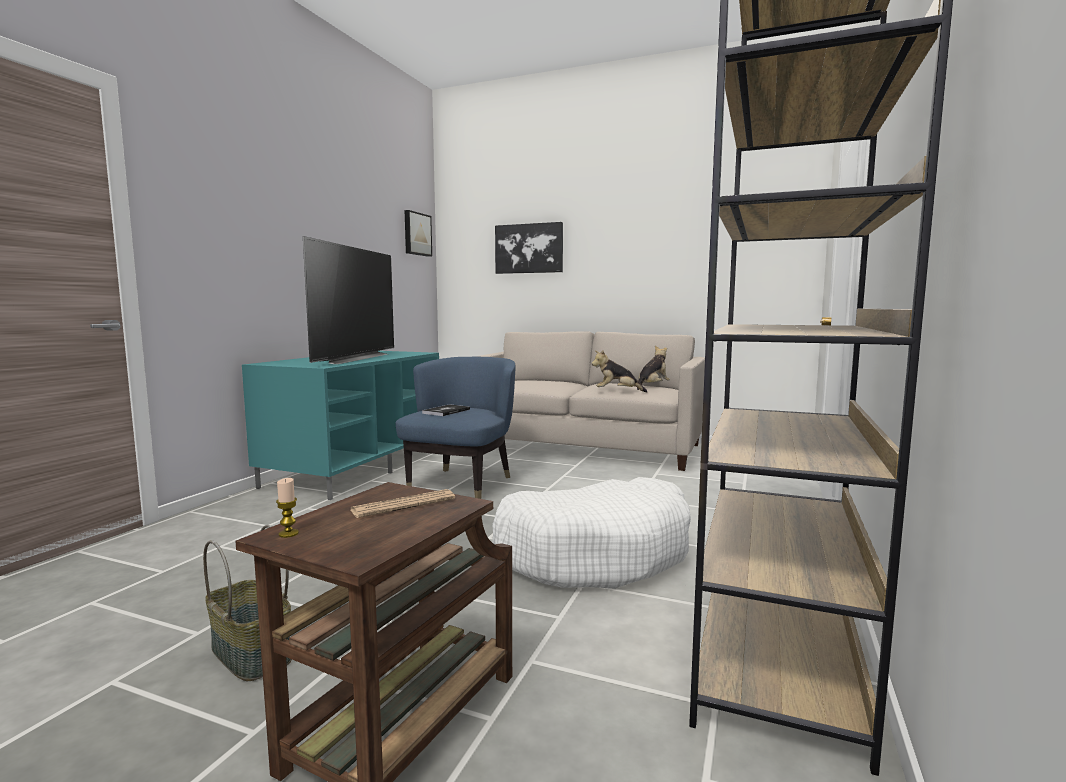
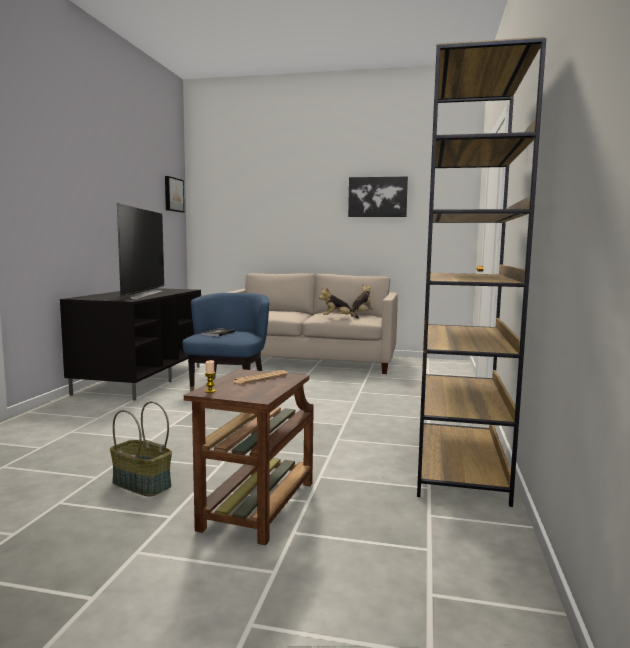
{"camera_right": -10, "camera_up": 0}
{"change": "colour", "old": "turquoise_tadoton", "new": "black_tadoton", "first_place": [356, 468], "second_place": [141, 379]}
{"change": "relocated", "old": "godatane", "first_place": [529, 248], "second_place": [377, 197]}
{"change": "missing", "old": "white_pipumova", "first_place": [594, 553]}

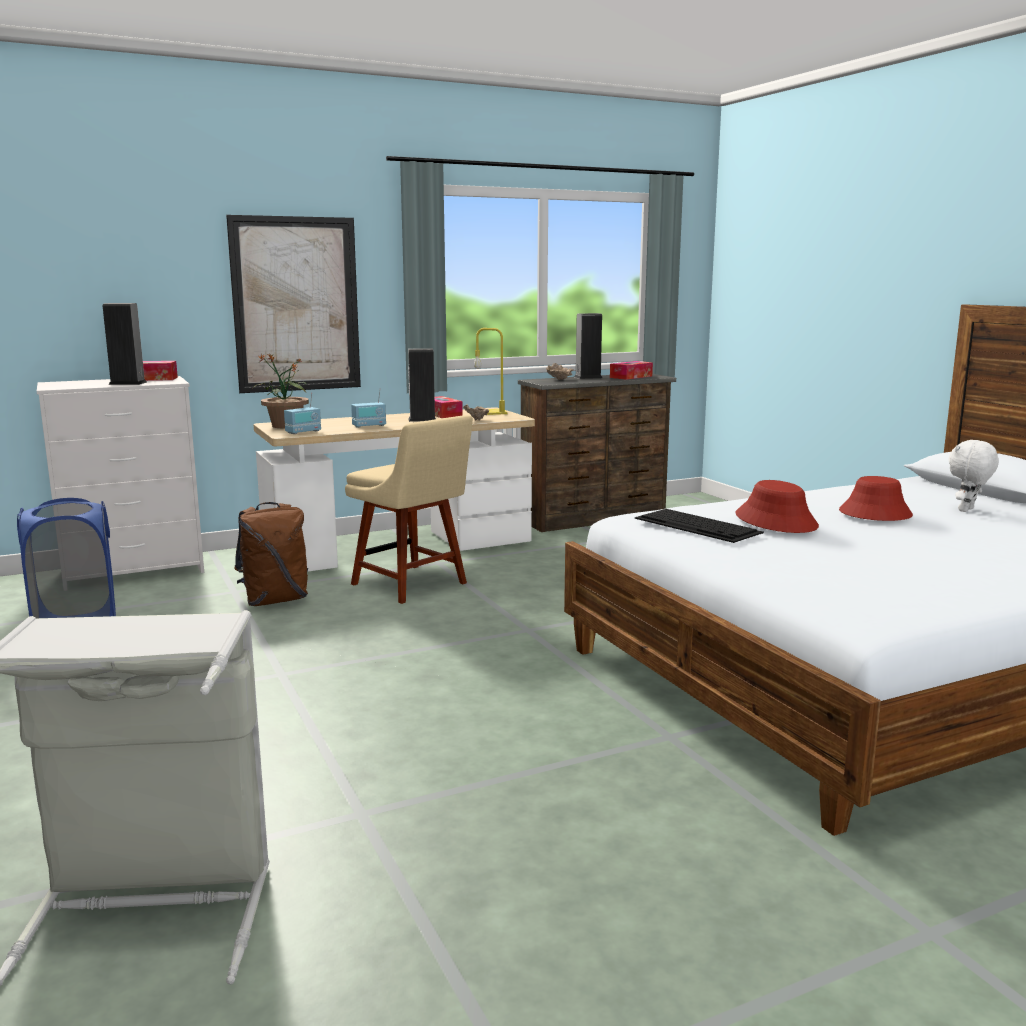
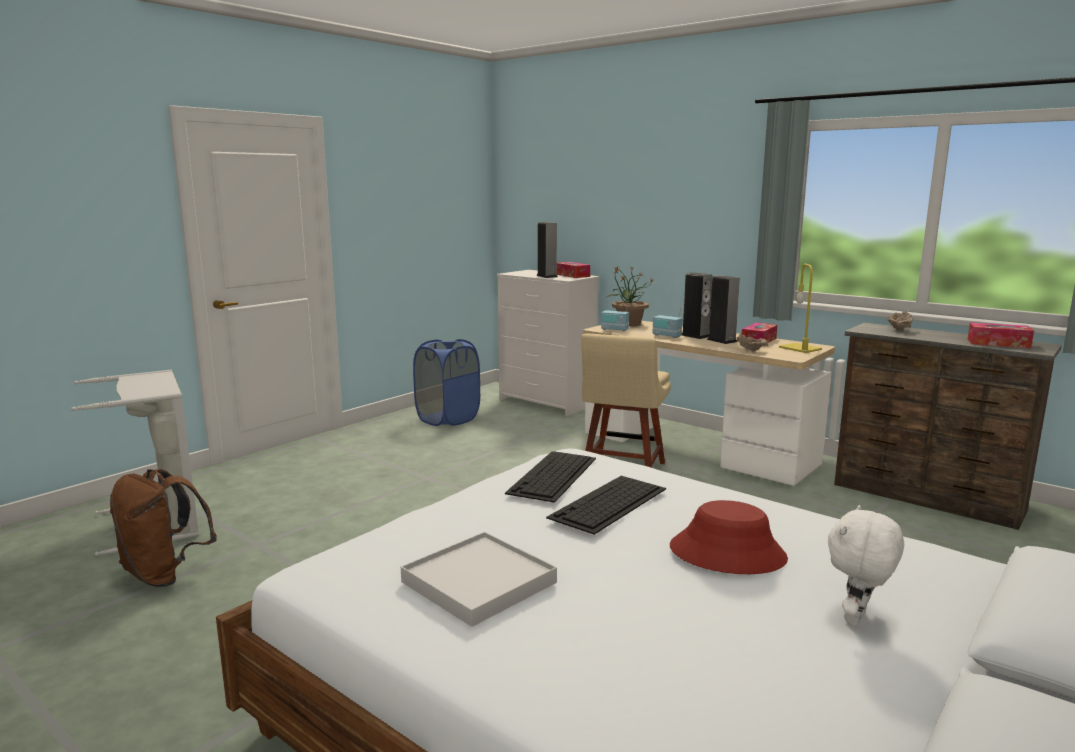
{"camera_right": 65, "camera_up": 0}
{"change": "relocated", "old": "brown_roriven", "first_place": [275, 600], "second_place": [165, 574]}
{"change": "appeared", "new": "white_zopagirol", "second_place": [479, 582]}
{"change": "exchanged", "old": "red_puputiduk", "new": "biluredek", "first_place": [776, 521], "second_place": [608, 503]}
{"change": "relocated", "old": "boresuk", "first_place": [588, 377], "second_place": [695, 336]}
{"change": "spun", "old": "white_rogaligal", "first_place": [967, 510], "second_place": [857, 618], "degrees": -75}
{"change": "missing", "old": "godatane", "first_place": [296, 305]}

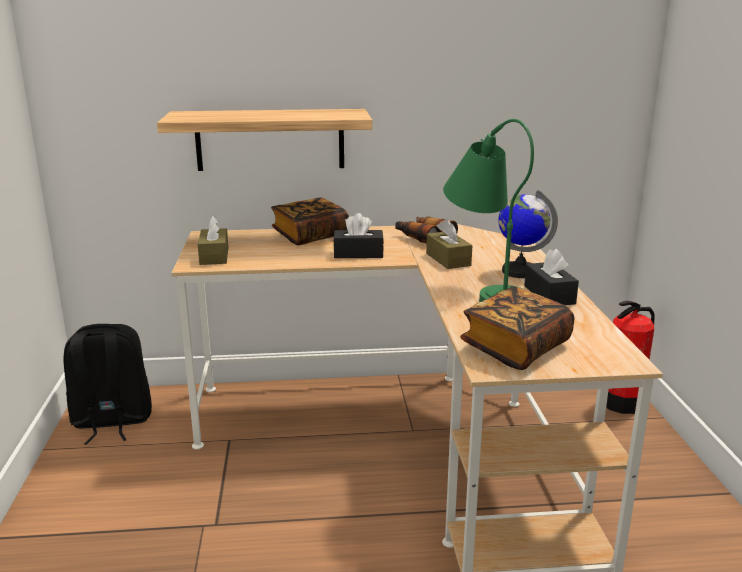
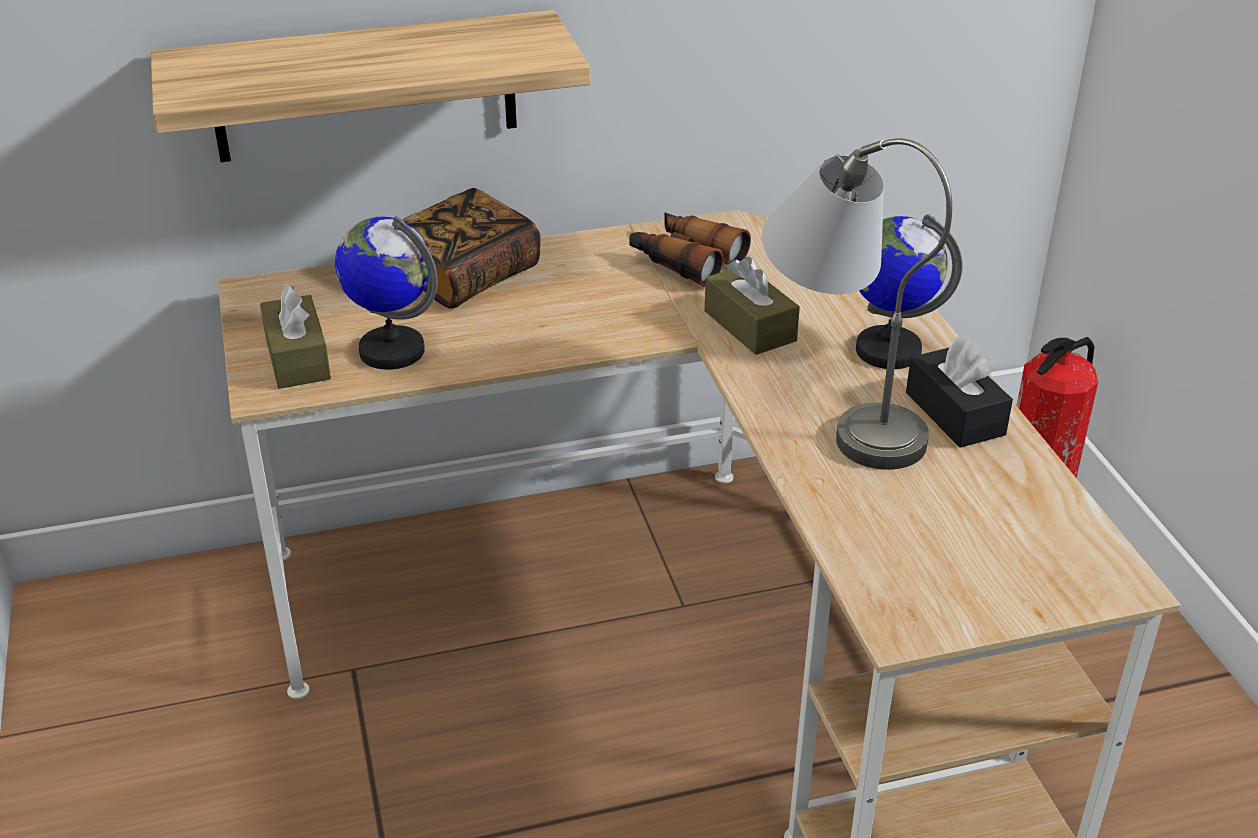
{"camera_right": -10, "camera_up": 15}
{"change": "appeared", "new": "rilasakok", "second_place": [392, 350]}
{"change": "colour", "old": "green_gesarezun", "new": "grey_gesarezun", "first_place": [484, 290], "second_place": [838, 411]}
{"change": "missing", "old": "black_roriven", "first_place": [111, 421]}
{"change": "missing", "old": "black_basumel", "first_place": [358, 254]}
{"change": "missing", "old": "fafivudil", "first_place": [515, 348]}

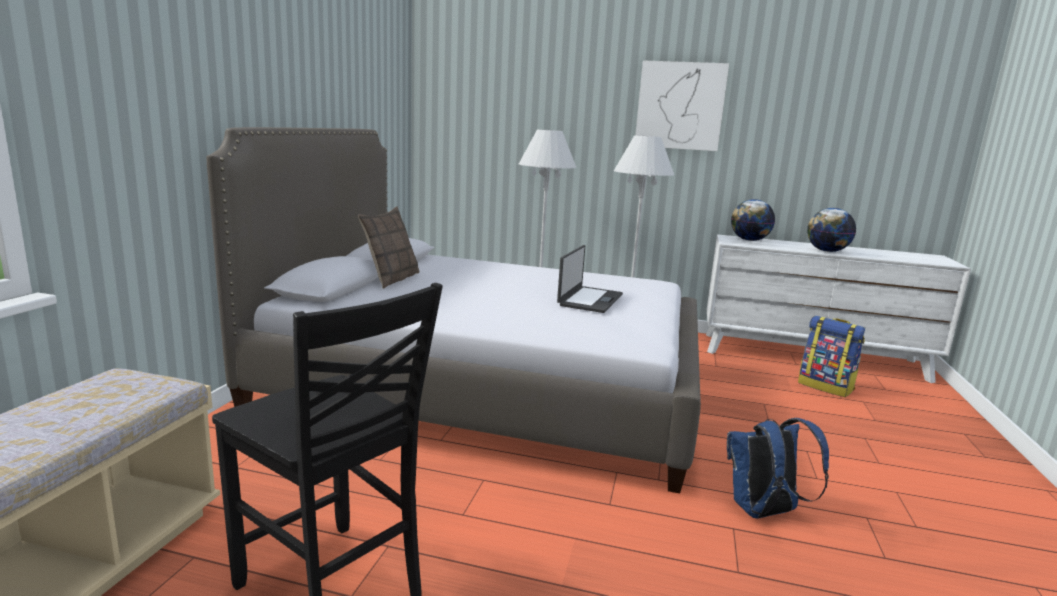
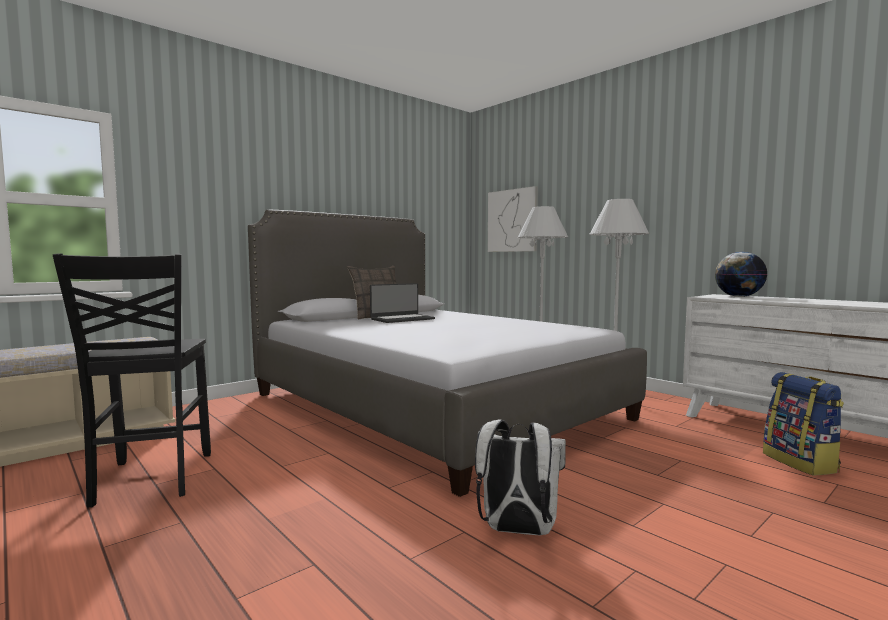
{"camera_right": 35, "camera_up": -10}
{"change": "relocated", "old": "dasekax", "first_place": [589, 300], "second_place": [402, 319]}
{"change": "colour", "old": "blue_roriven", "new": "white_roriven", "first_place": [763, 512], "second_place": [516, 531]}
{"change": "relocated", "old": "godatane", "first_place": [680, 106], "second_place": [512, 220]}
{"change": "missing", "old": "rilasakok", "first_place": [826, 251]}

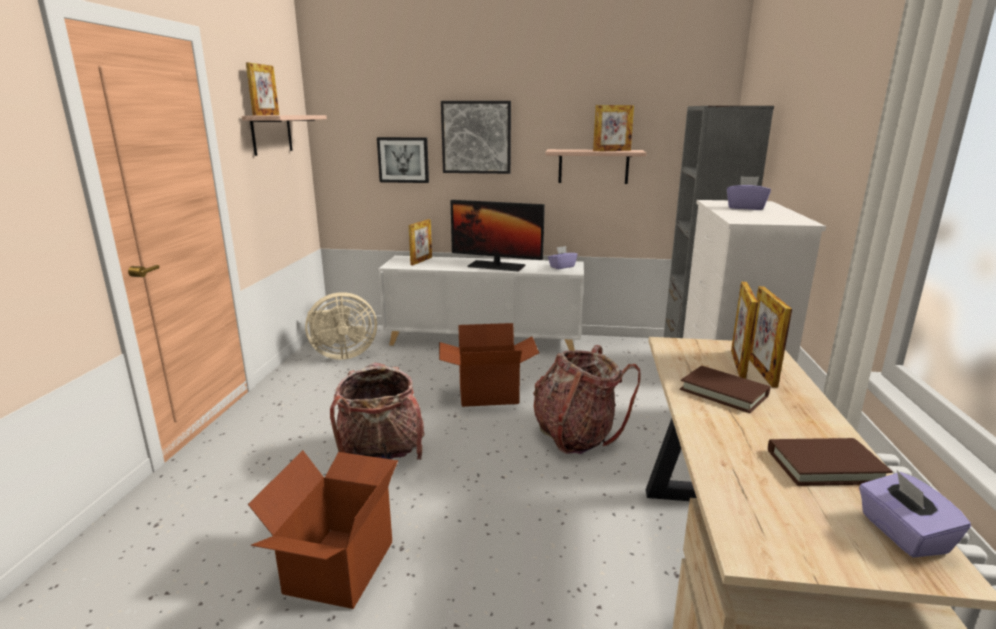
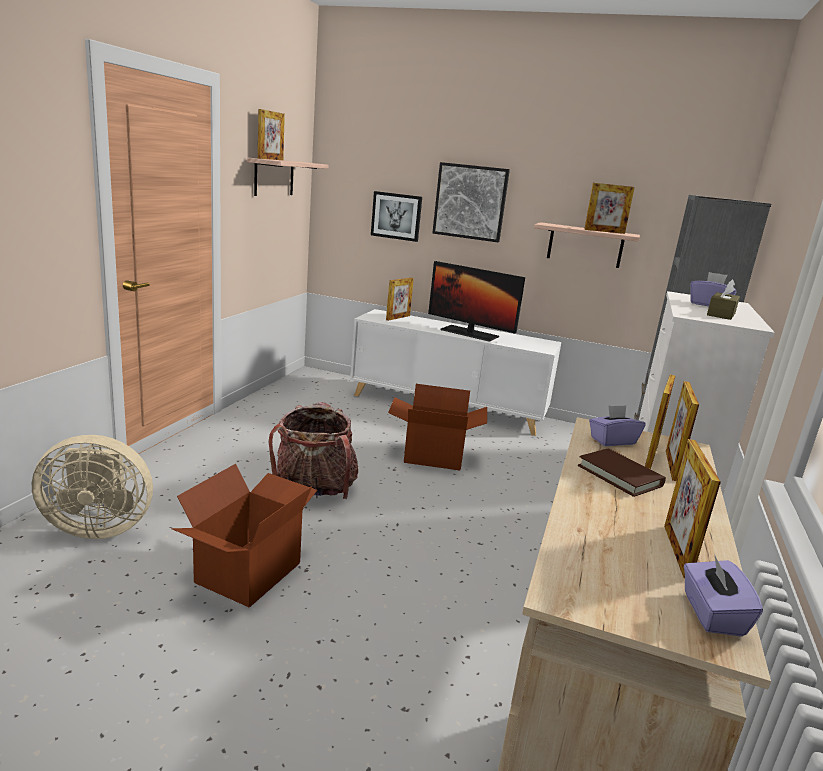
{"camera_right": 10, "camera_up": 0}
{"change": "relocated", "old": "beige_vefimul", "first_place": [341, 355], "second_place": [98, 527]}
{"change": "relocated", "old": "purple_basumel", "first_place": [562, 266], "second_place": [612, 441]}
{"change": "exchanged", "old": "brown_fafivudil", "new": "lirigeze", "first_place": [825, 466], "second_place": [677, 551]}
{"change": "appeared", "new": "brown_basumel", "second_place": [721, 314]}
{"change": "missing", "old": "roriven", "first_place": [576, 435]}

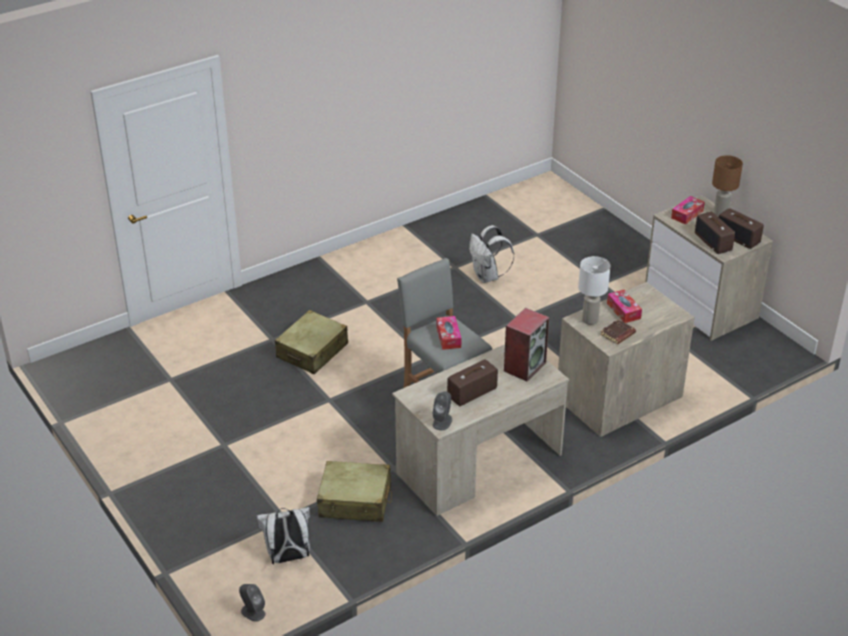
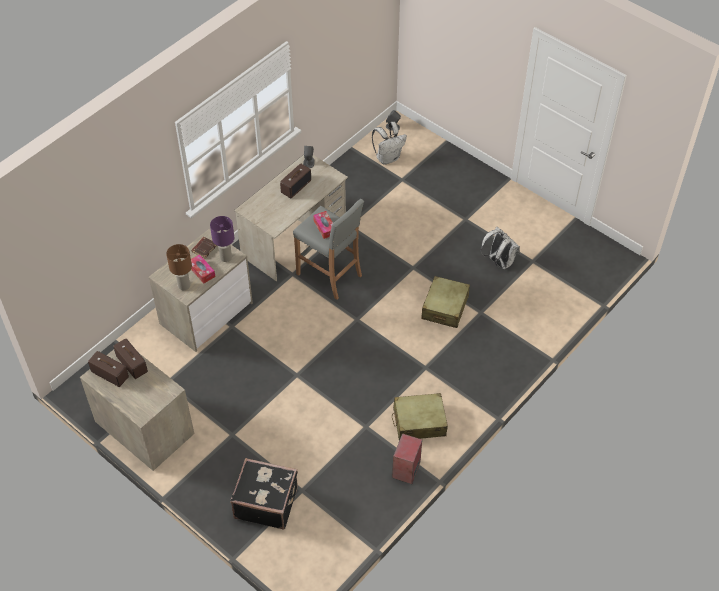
{"camera_right": 165, "camera_up": 15}
{"change": "relocated", "old": "brown_gesarezun", "first_place": [721, 215], "second_place": [184, 286]}
{"change": "colour", "old": "white_gesarezun", "new": "purple_gesarezun", "first_place": [590, 320], "second_place": [226, 257]}
{"change": "appeared", "new": "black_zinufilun", "second_place": [266, 502]}
{"change": "relocated", "old": "beige_zinufilun", "first_place": [355, 501], "second_place": [419, 422]}
{"change": "relocated", "old": "boresuk", "first_place": [524, 366], "second_place": [406, 470]}
{"change": "relocated", "old": "white_roriven", "first_place": [487, 276], "second_place": [499, 262]}
{"change": "missing", "old": "basumel", "first_place": [687, 214]}

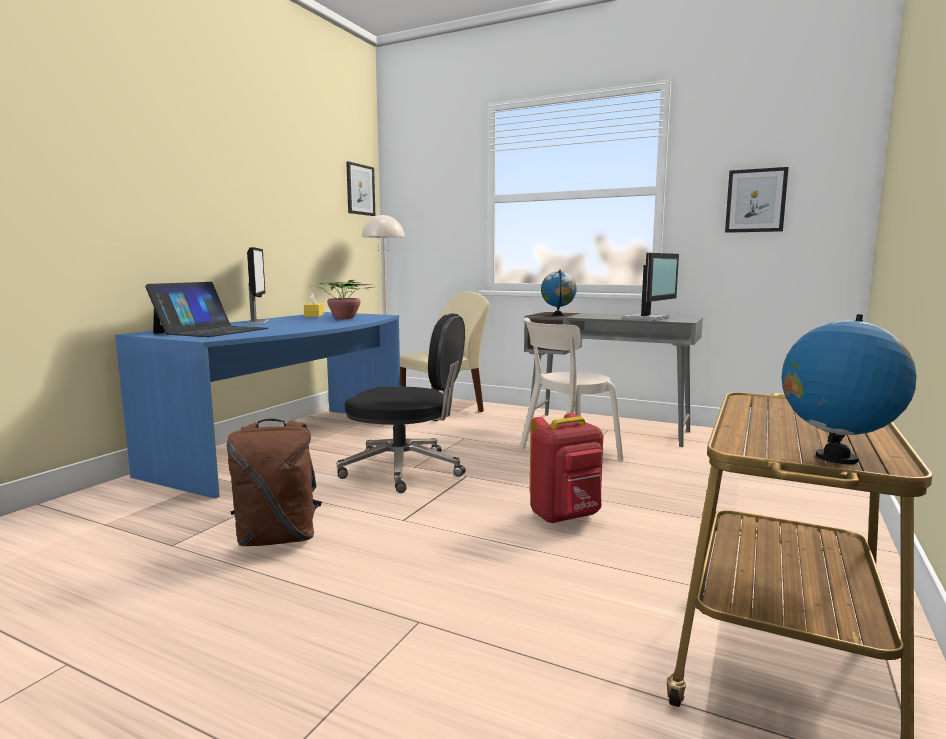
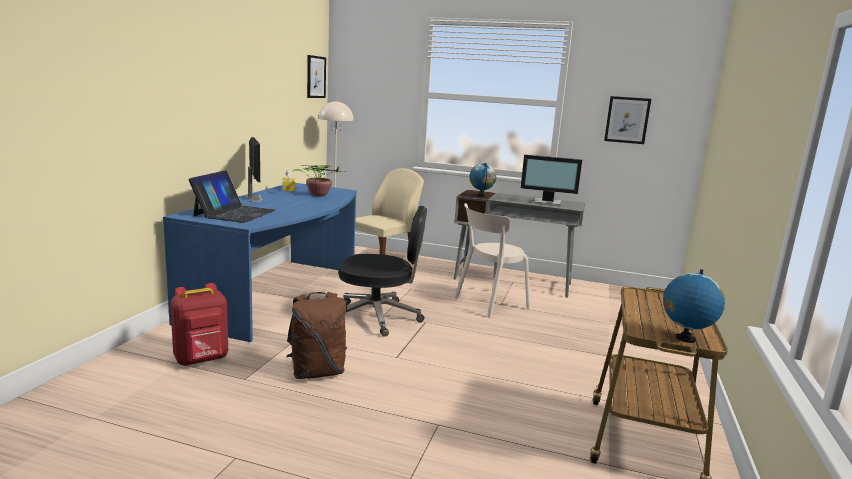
{"camera_right": -10, "camera_up": 5}
{"change": "relocated", "old": "red_roriven", "first_place": [566, 516], "second_place": [202, 360]}
{"change": "spun", "old": "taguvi", "first_place": [648, 318], "second_place": [548, 203], "degrees": 75}

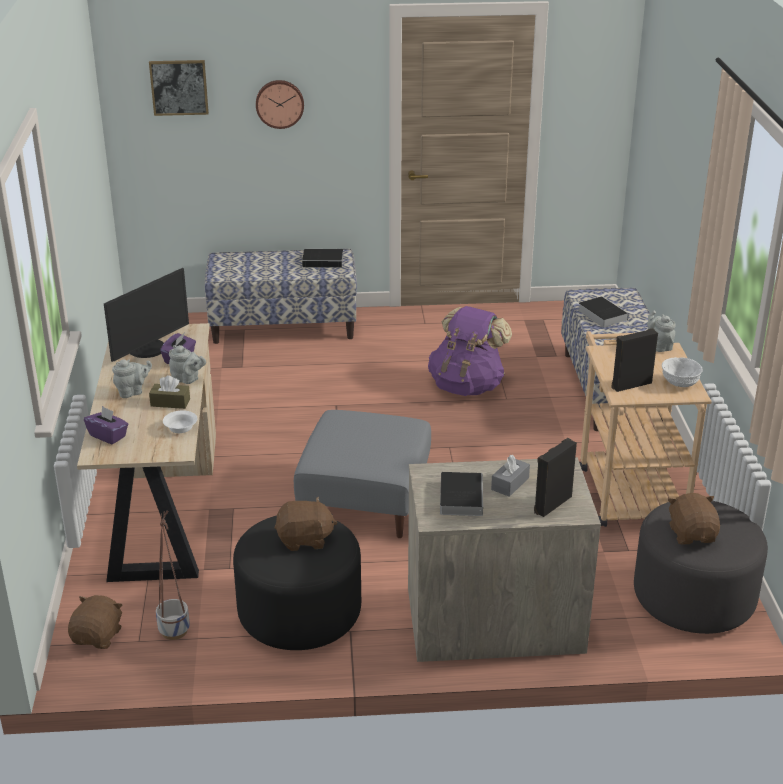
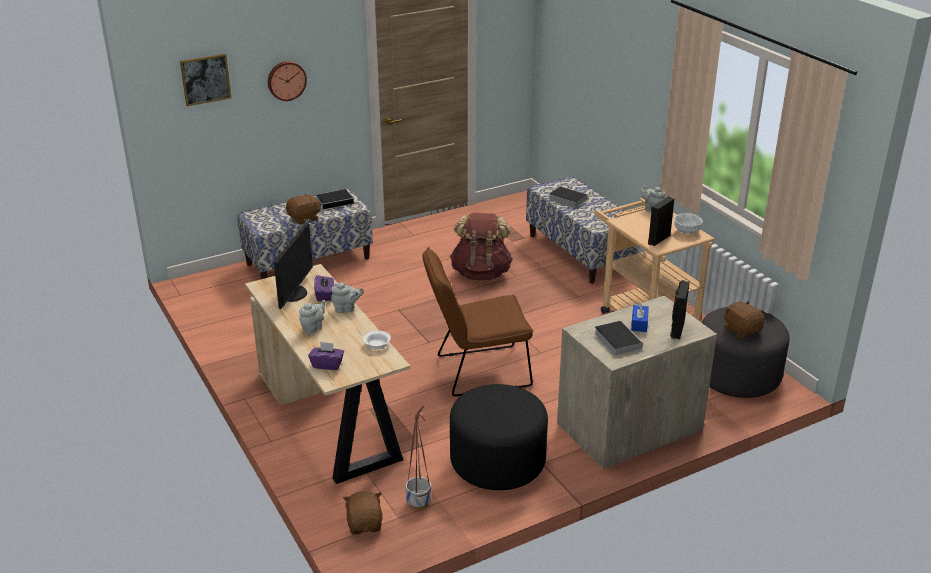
{"camera_right": -25, "camera_up": 0}
{"change": "relocated", "old": "brown_rogaligal", "first_place": [305, 540], "second_place": [304, 218]}
{"change": "exchanged", "old": "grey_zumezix", "new": "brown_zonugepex", "first_place": [364, 500], "second_place": [476, 372]}
{"change": "colour", "old": "purple_roriven", "new": "brown_roriven", "first_place": [467, 386], "second_place": [481, 273]}
{"change": "colour", "old": "grey_basumel", "new": "blue_basumel", "first_place": [510, 484], "second_place": [639, 323]}
{"change": "missing", "old": "brown_basumel", "first_place": [170, 402]}

